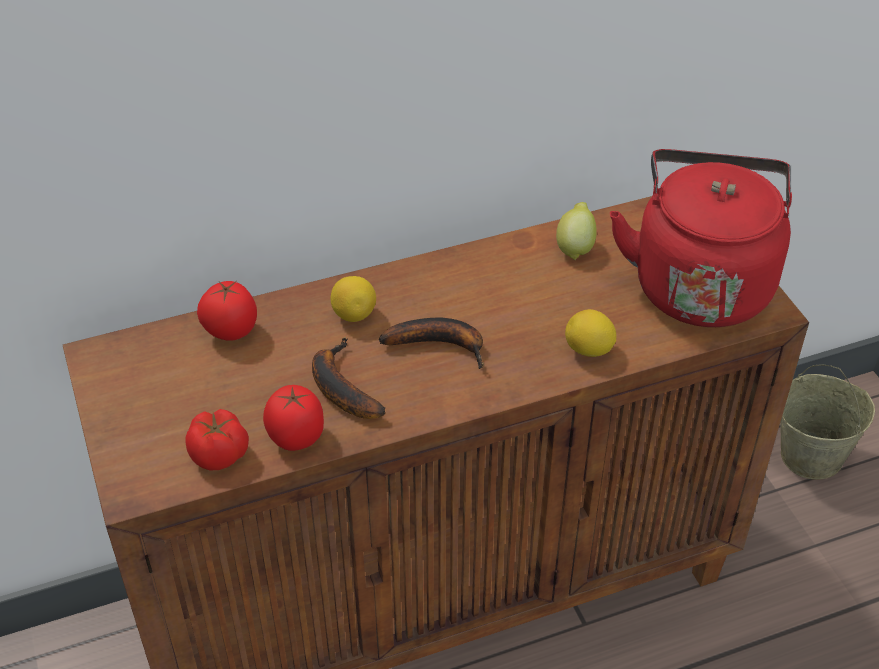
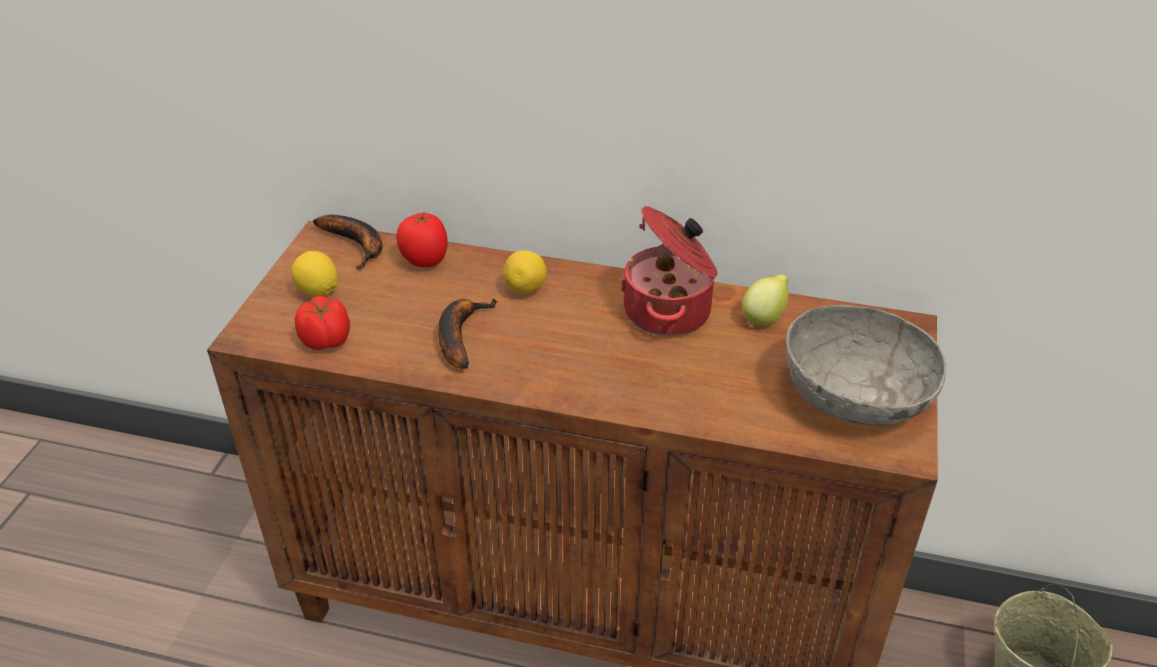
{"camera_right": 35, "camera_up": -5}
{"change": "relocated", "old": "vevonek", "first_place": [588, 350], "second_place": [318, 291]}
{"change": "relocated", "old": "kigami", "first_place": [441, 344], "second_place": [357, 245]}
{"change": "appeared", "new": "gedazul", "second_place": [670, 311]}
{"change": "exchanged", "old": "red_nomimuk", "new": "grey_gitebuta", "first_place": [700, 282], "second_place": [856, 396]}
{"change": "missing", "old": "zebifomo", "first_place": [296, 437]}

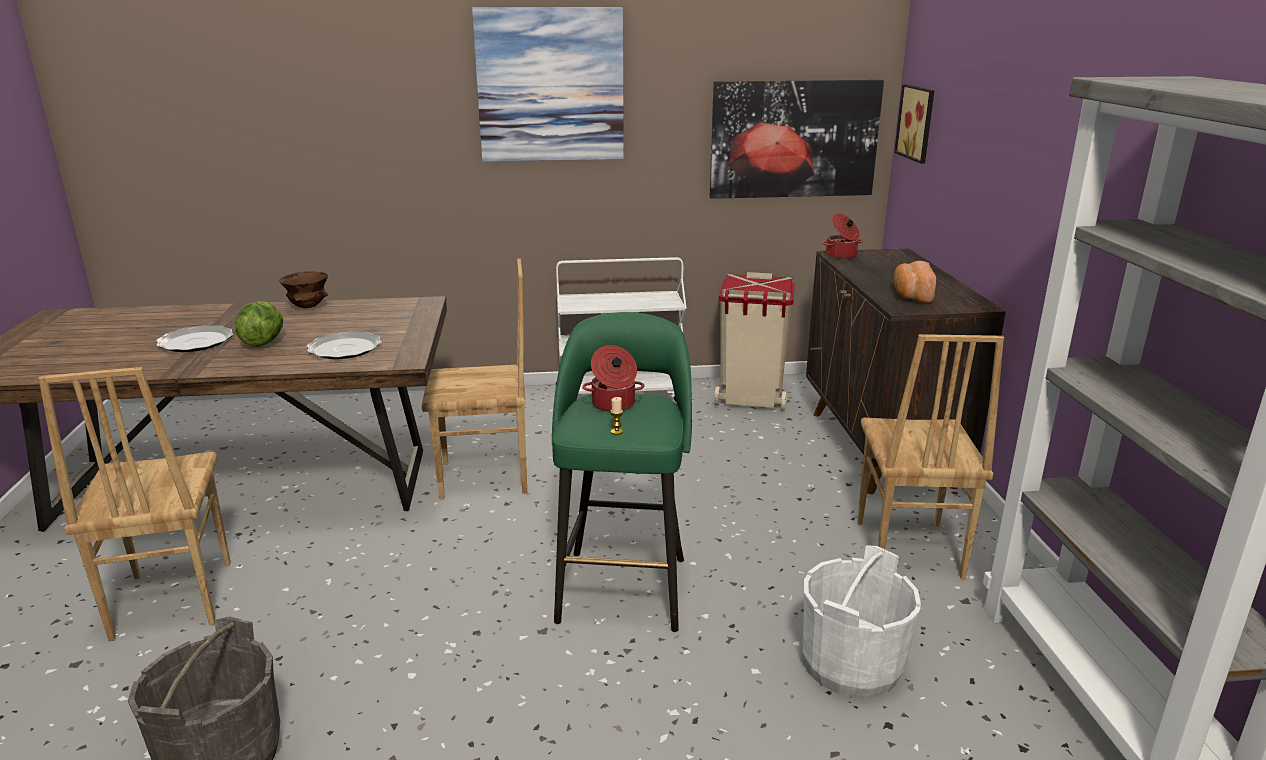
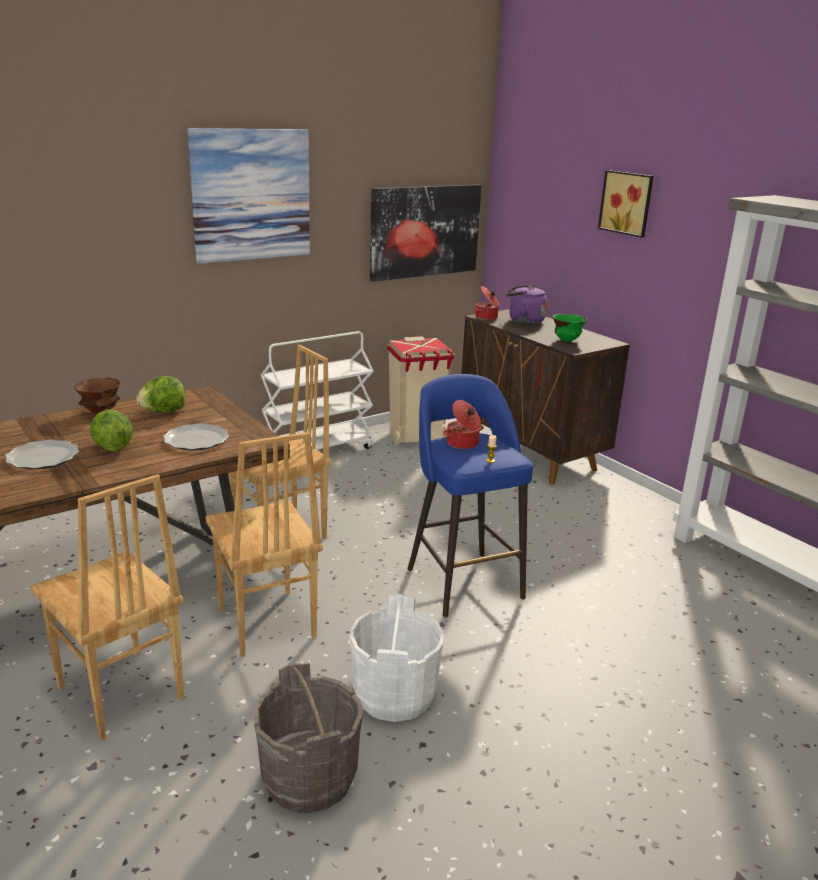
{"camera_right": -30, "camera_up": 0}
{"change": "appeared", "new": "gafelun", "second_place": [163, 411]}
{"change": "relocated", "old": "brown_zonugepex", "first_place": [906, 550], "second_place": [265, 623]}
{"change": "relocated", "old": "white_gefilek", "first_place": [851, 665], "second_place": [394, 695]}
{"change": "colour", "old": "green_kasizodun", "new": "blue_kasizodun", "first_place": [623, 586], "second_place": [463, 581]}
{"change": "appeared", "new": "purple_nomimuk", "second_place": [523, 320]}
{"change": "exchanged", "old": "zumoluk", "new": "green_gitebuta", "first_place": [911, 295], "second_place": [567, 340]}
{"change": "relocated", "old": "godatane", "first_place": [918, 123], "second_place": [627, 203]}

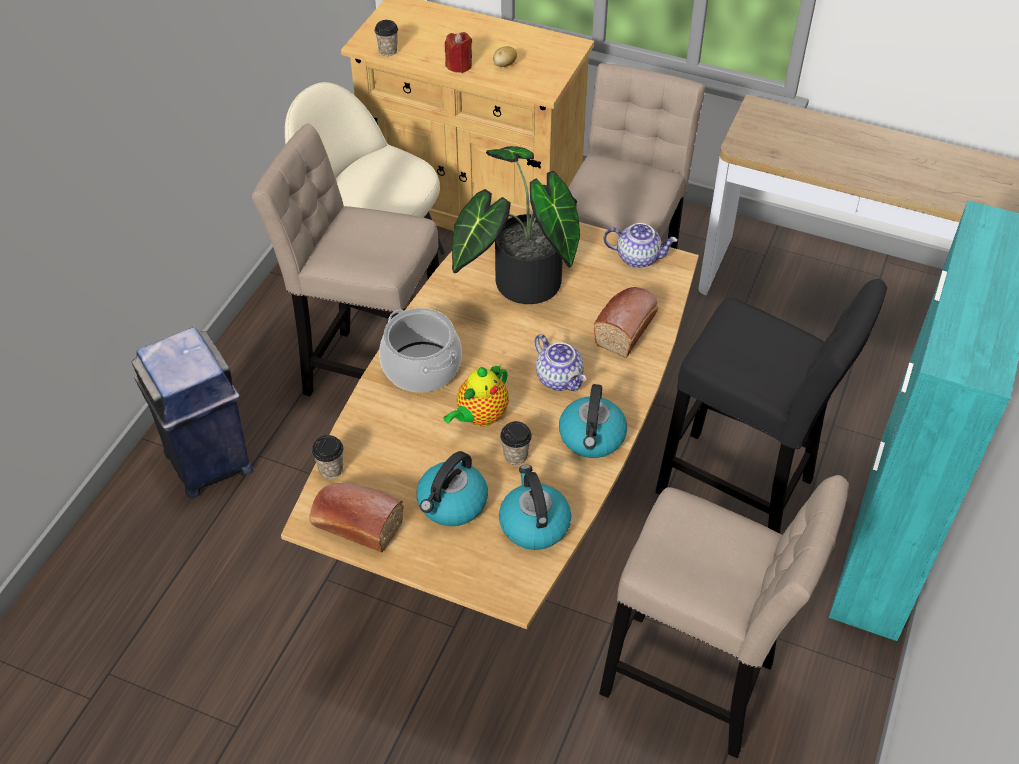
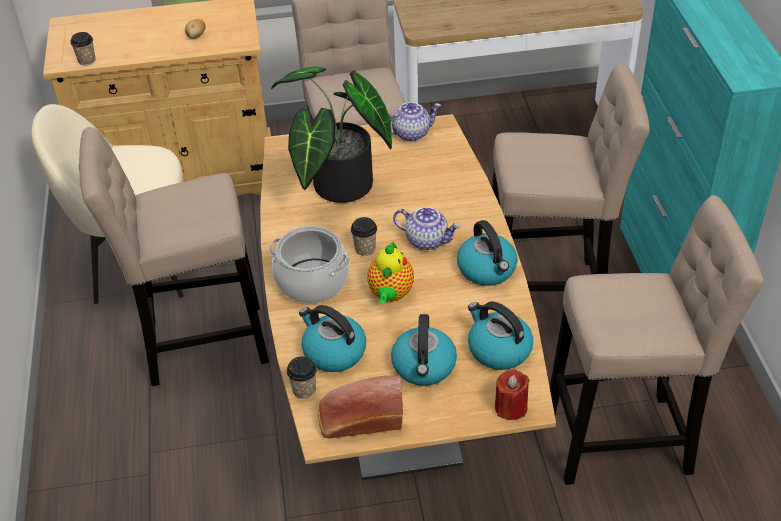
{"camera_right": -30, "camera_up": -5}
{"change": "appeared", "new": "nomimuk", "second_place": [333, 352]}
{"change": "relocated", "old": "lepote", "first_place": [515, 455], "second_place": [365, 249]}
{"change": "colour", "old": "black_kasizodun", "new": "beige_kasizodun", "first_place": [742, 492], "second_place": [551, 292]}
{"change": "relocated", "old": "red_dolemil", "first_place": [459, 65], "second_place": [511, 407]}
{"change": "missing", "old": "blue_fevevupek", "first_place": [209, 463]}
{"change": "missing", "old": "zumoluk", "first_place": [627, 328]}

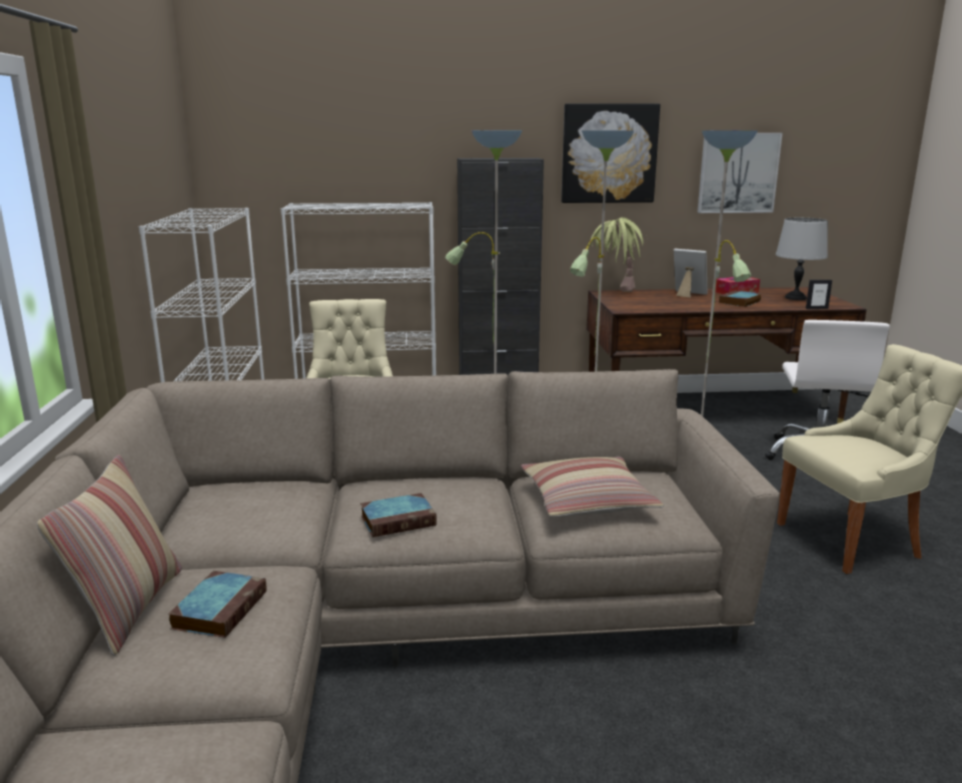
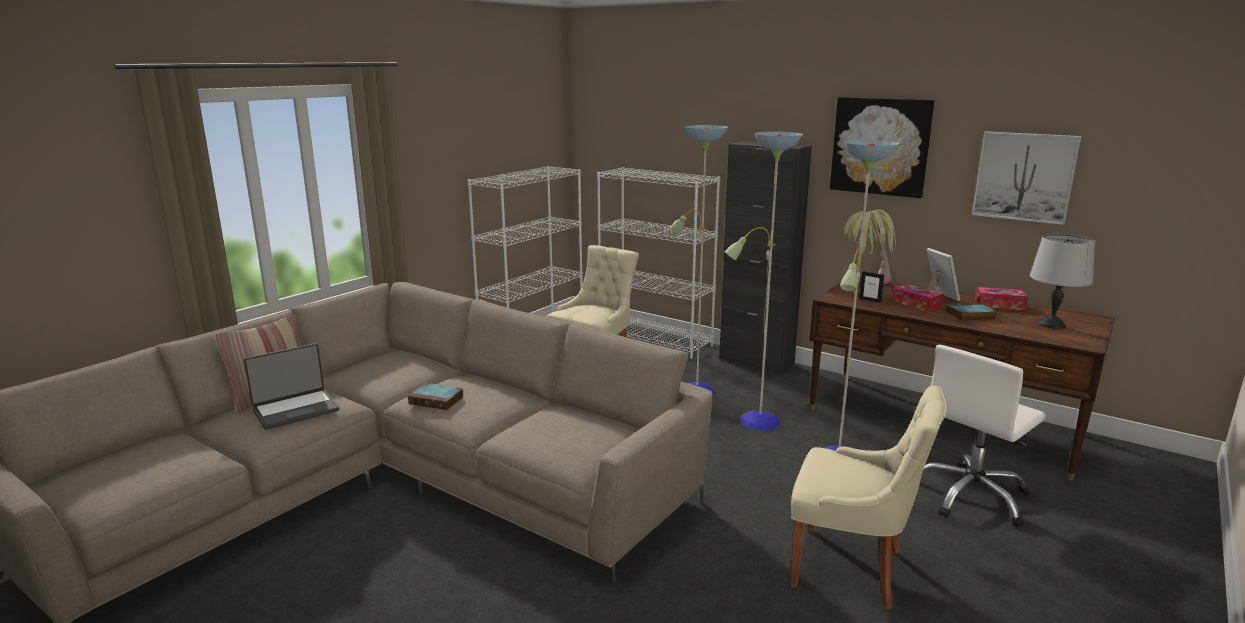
{"camera_right": 40, "camera_up": 0}
{"change": "exchanged", "old": "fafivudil", "new": "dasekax", "first_place": [220, 608], "second_place": [296, 410]}
{"change": "relocated", "old": "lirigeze", "first_place": [816, 308], "second_place": [870, 300]}
{"change": "appeared", "new": "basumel", "second_place": [916, 304]}
{"change": "missing", "old": "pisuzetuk", "first_place": [587, 500]}

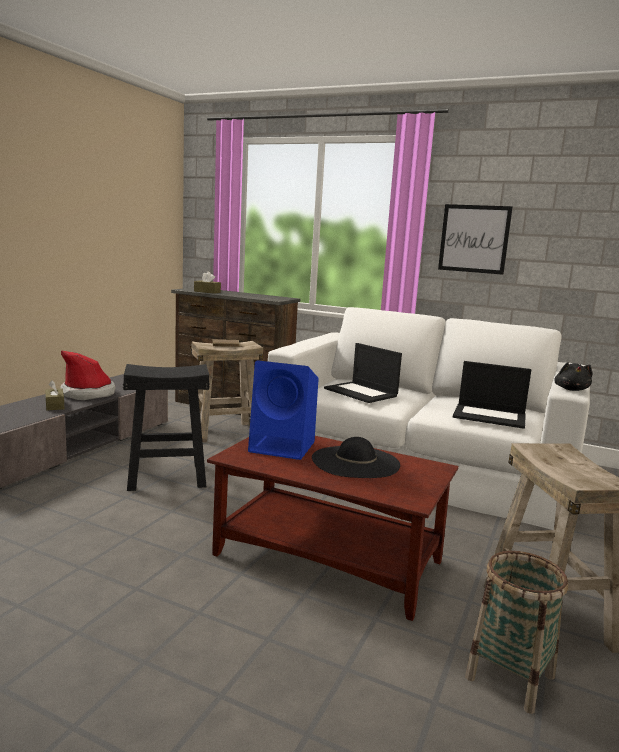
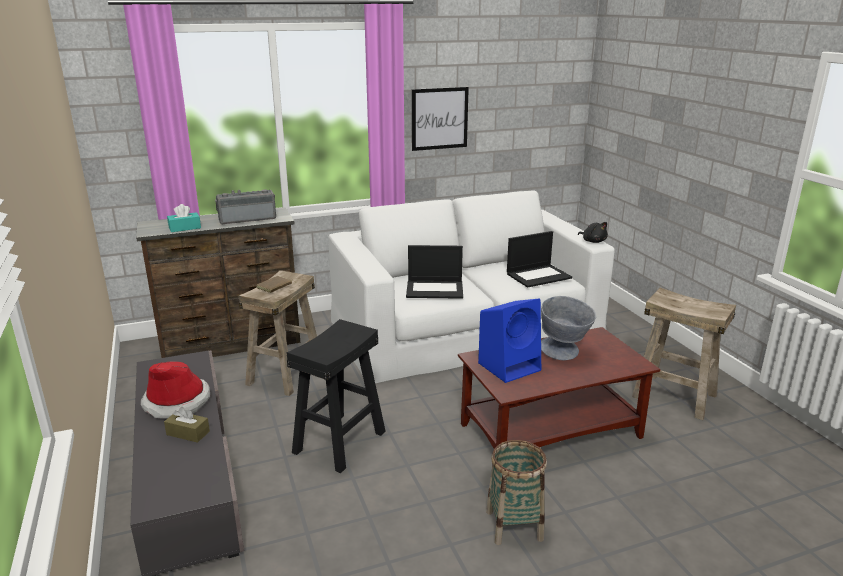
{"camera_right": -45, "camera_up": 10}
{"change": "colour", "old": "brown_basumel", "new": "turquoise_basumel", "first_place": [207, 292], "second_place": [185, 228]}
{"change": "appeared", "new": "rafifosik", "second_place": [247, 219]}
{"change": "relocated", "old": "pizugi", "first_place": [510, 677], "second_place": [514, 525]}
{"change": "exchanged", "old": "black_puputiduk", "new": "grey_gitebuta", "first_place": [355, 462], "second_place": [564, 354]}

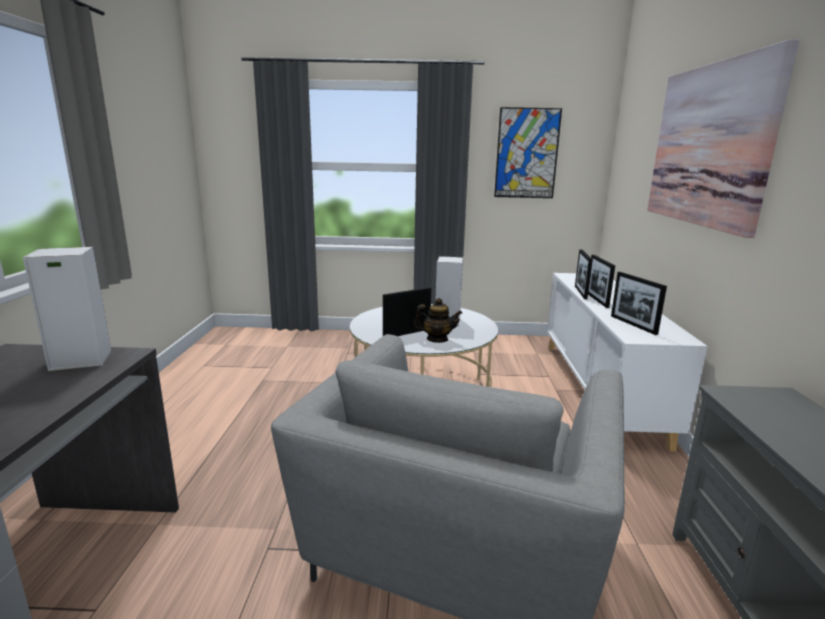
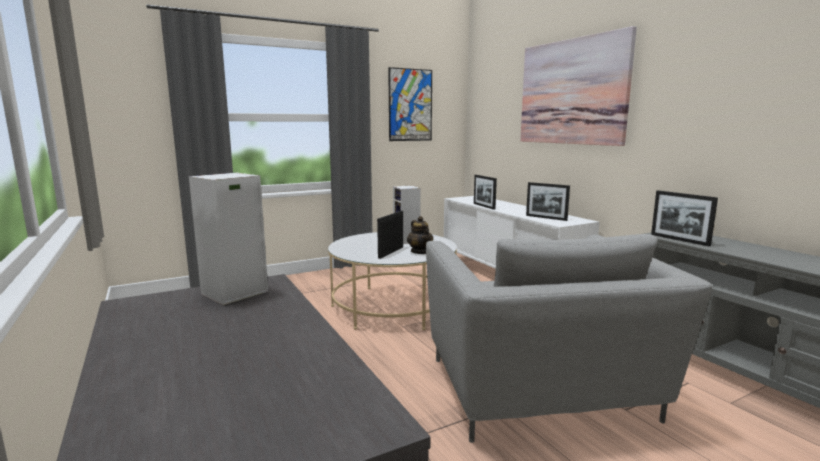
{"camera_right": -30, "camera_up": -5}
{"change": "spun", "old": "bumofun", "first_place": [437, 339], "second_place": [420, 252], "degrees": 90}
{"change": "relocated", "old": "lirigeze", "first_place": [597, 300], "second_place": [679, 240]}

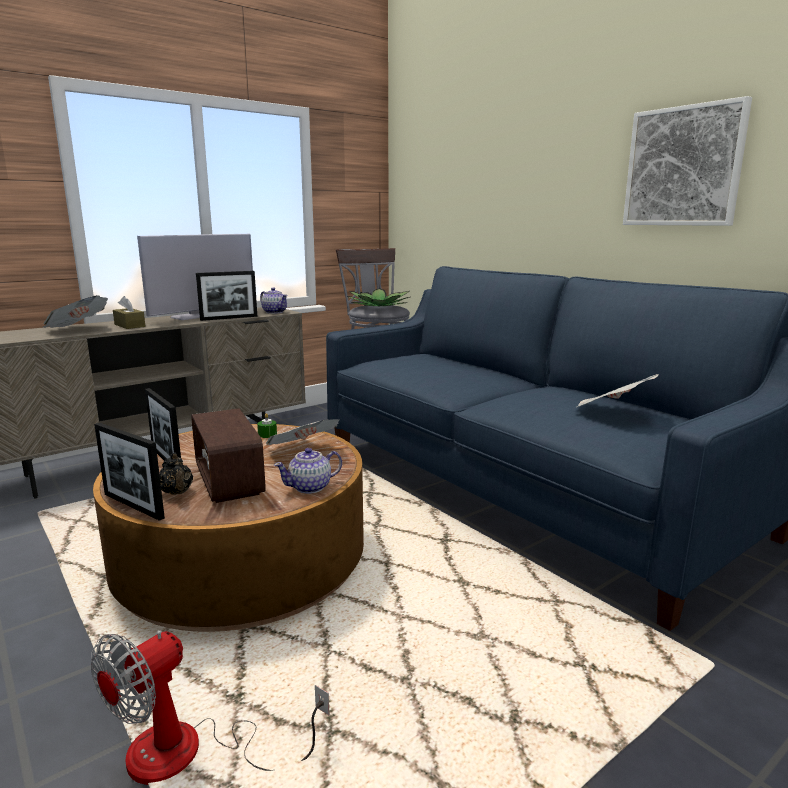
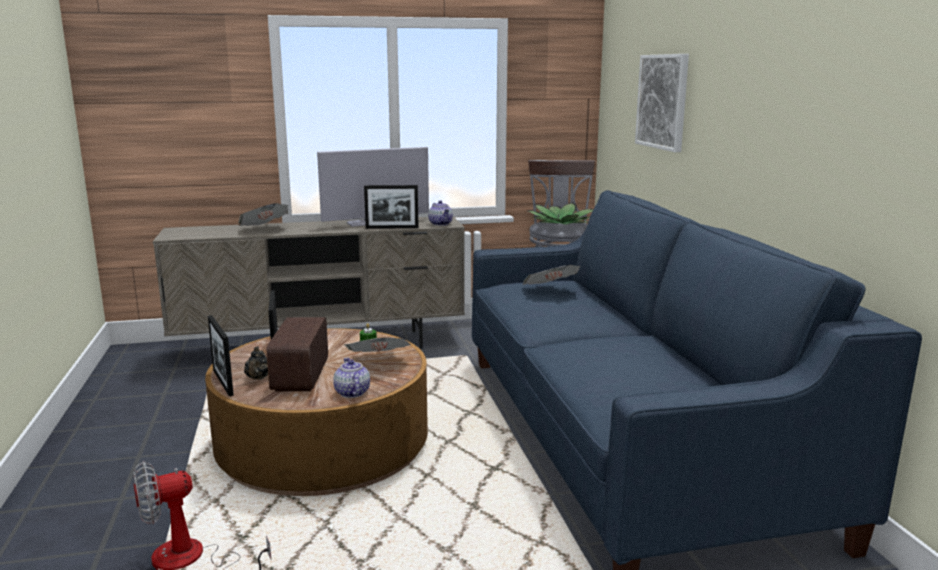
{"camera_right": 25, "camera_up": 0}
{"change": "spun", "old": "bumofun", "first_place": [310, 487], "second_place": [352, 393], "degrees": 75}
{"change": "relocated", "old": "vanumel", "first_place": [610, 412], "second_place": [550, 290]}
{"change": "relocated", "old": "godatane", "first_place": [683, 167], "second_place": [663, 101]}
{"change": "missing", "old": "brown_basumel", "first_place": [129, 325]}

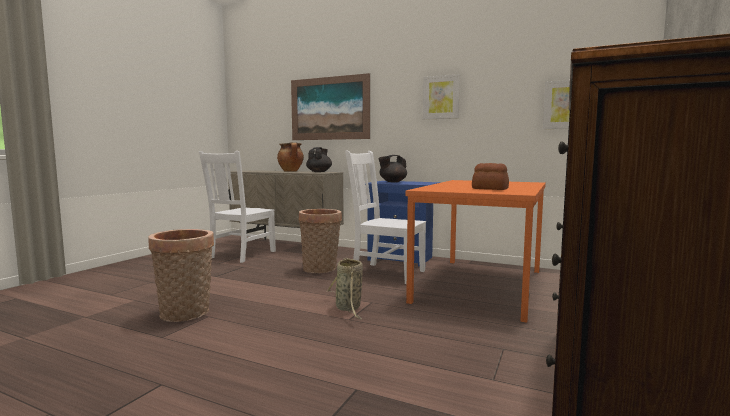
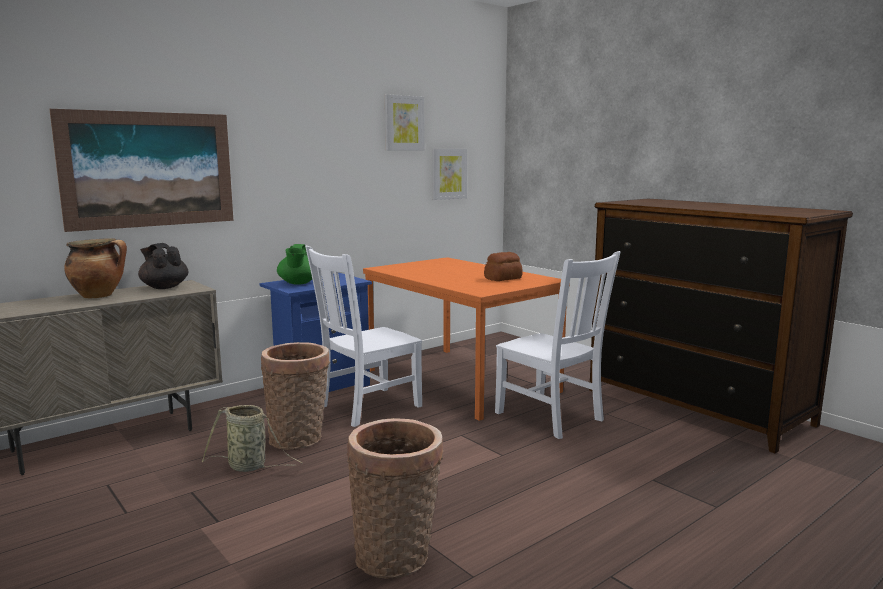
{"camera_right": -65, "camera_up": 5}
{"change": "relocated", "old": "pizugi", "first_place": [348, 308], "second_place": [250, 466]}
{"change": "colour", "old": "black_bumofun", "new": "green_bumofun", "first_place": [392, 182], "second_place": [298, 283]}
{"change": "relocated", "old": "godatane", "first_place": [441, 97], "second_place": [403, 123]}
{"change": "relocated", "old": "white_zonugepex", "first_place": [241, 255], "second_place": [551, 417]}

